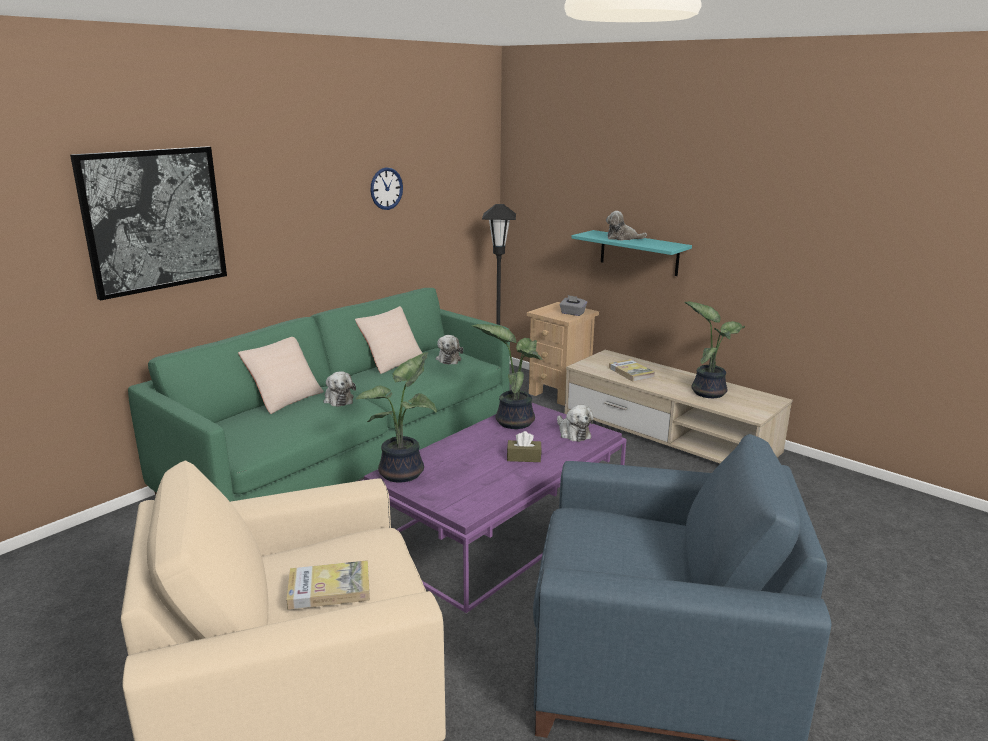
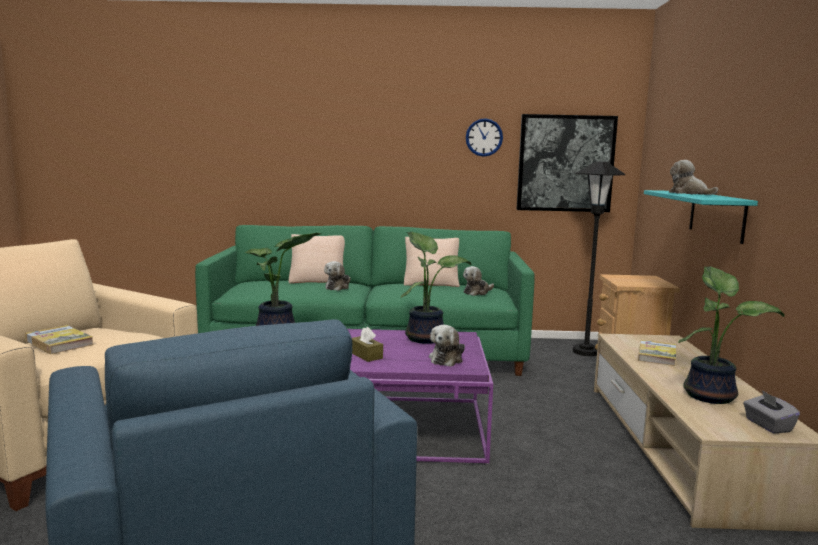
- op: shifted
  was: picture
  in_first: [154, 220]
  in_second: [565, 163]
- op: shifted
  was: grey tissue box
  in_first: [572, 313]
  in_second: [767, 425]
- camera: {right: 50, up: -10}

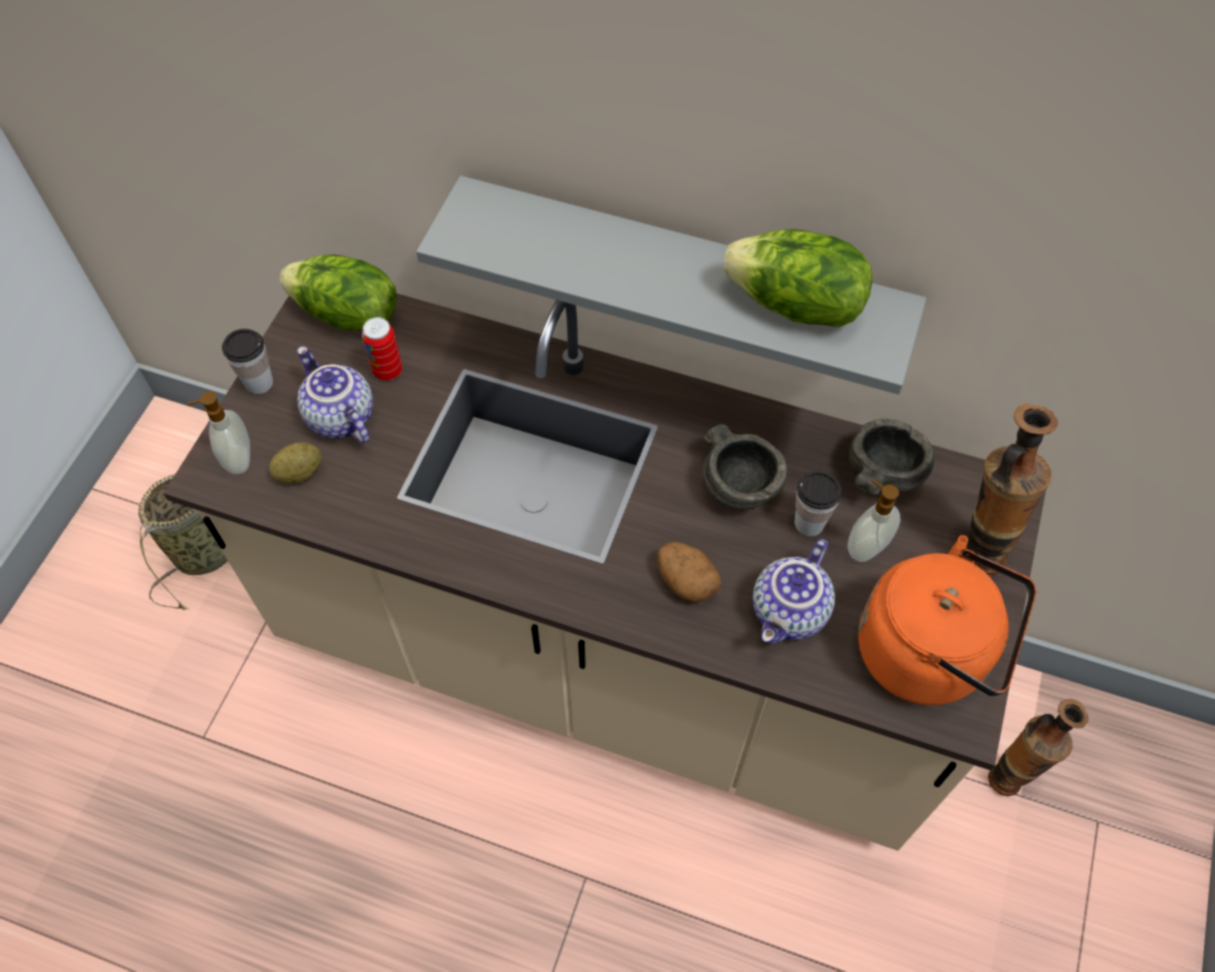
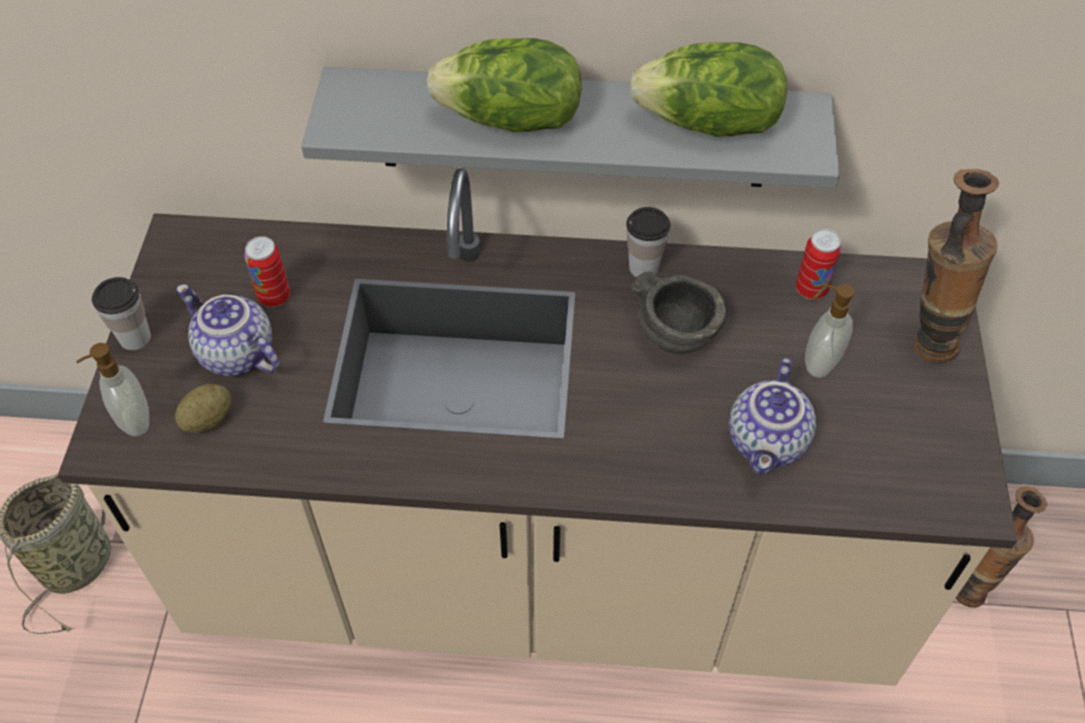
- op: shifted
  was: lettuce
  in_first: [347, 315]
  in_second: [511, 120]
- op: shifted
  was: cup
  in_first: [809, 523]
  in_second: [643, 267]
- op: swapped
  was: grey bowl
  now: can
  in_first: [882, 473]
  in_second: [811, 289]
- op: gone
  was: potato
  in_first: [686, 581]
- op: gone
  was: orange kettle
  in_first: [929, 653]
- camera: {right: -15, up: -5}

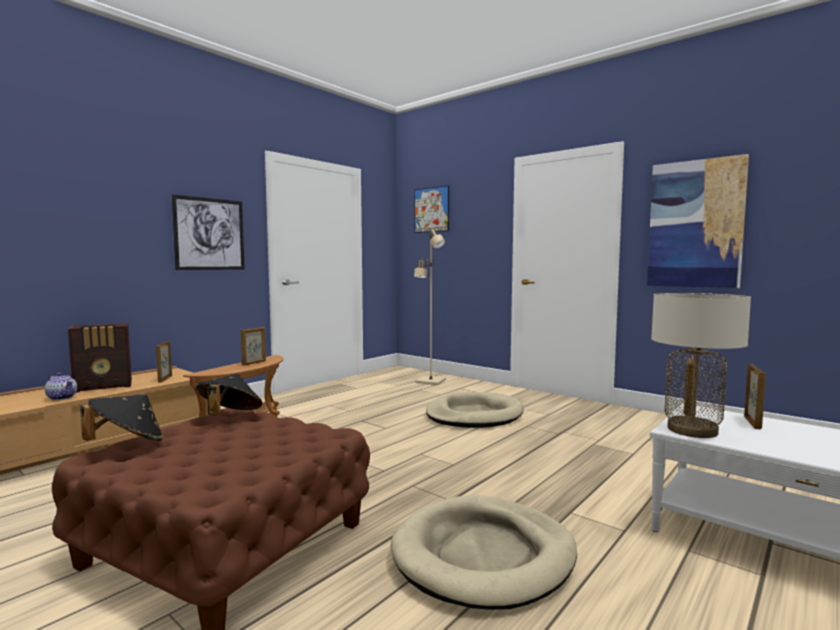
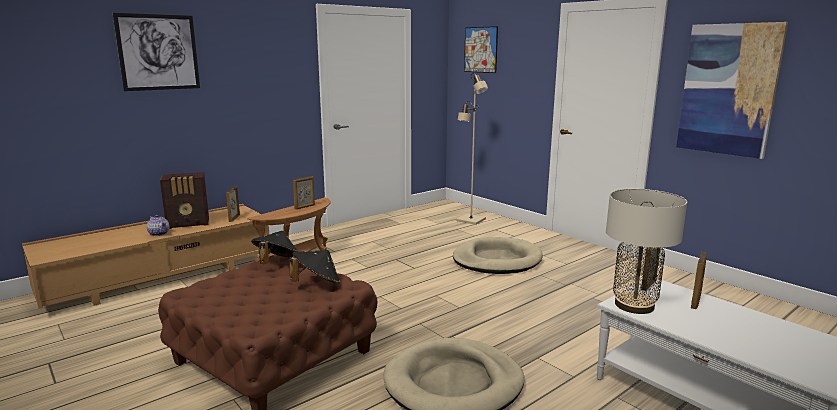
- op: shifted
  was: picture
  in_first: [209, 234]
  in_second: [158, 52]
- op: shifted
  was: black hat
  in_first: [127, 444]
  in_second: [316, 284]
- camera: {right: 10, up: 10}

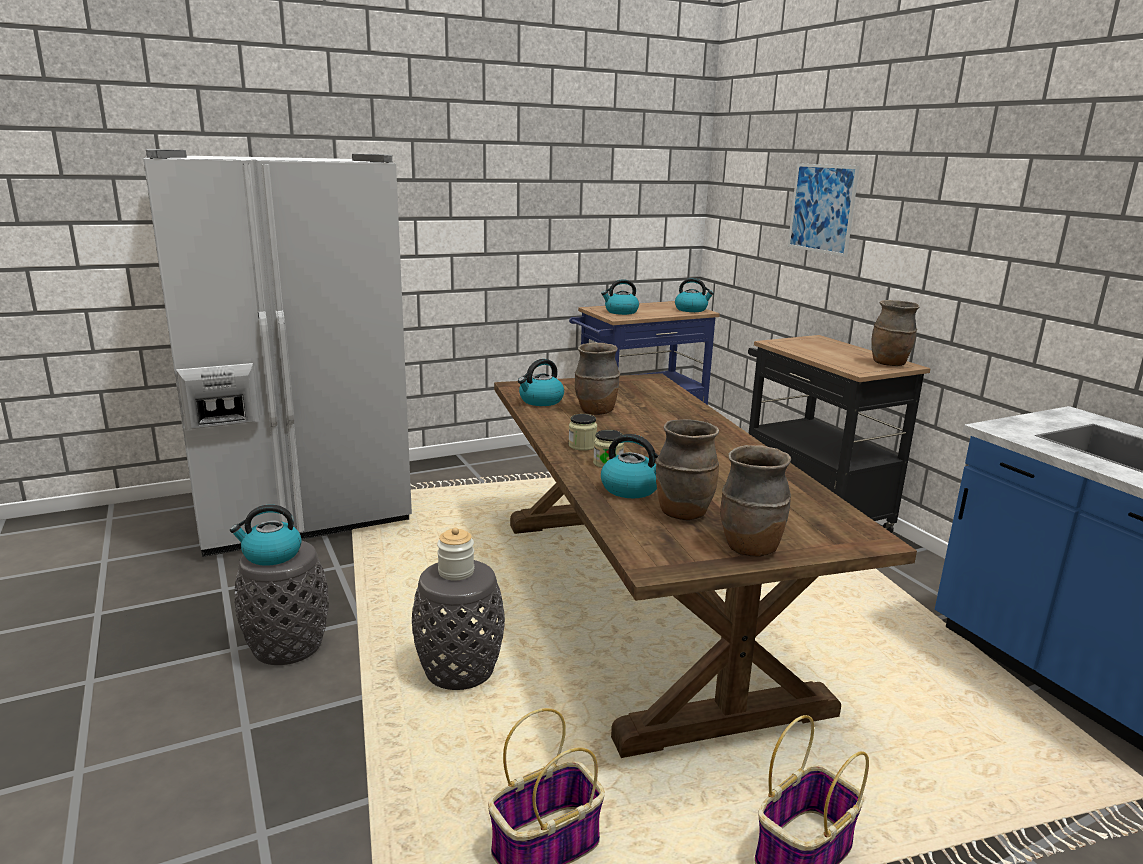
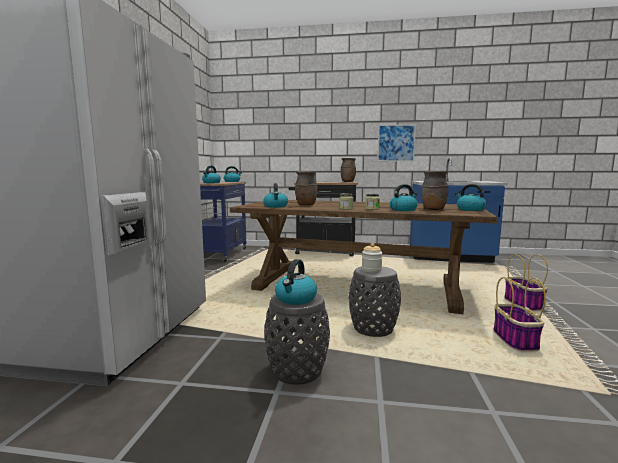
- op: shifted
  was: picture
  in_first: [822, 208]
  in_second: [396, 143]
- op: swapped
  was: brown vase
  now: kettle
  in_first: [749, 548]
  in_second: [470, 209]
- camera: {right: -55, up: -10}

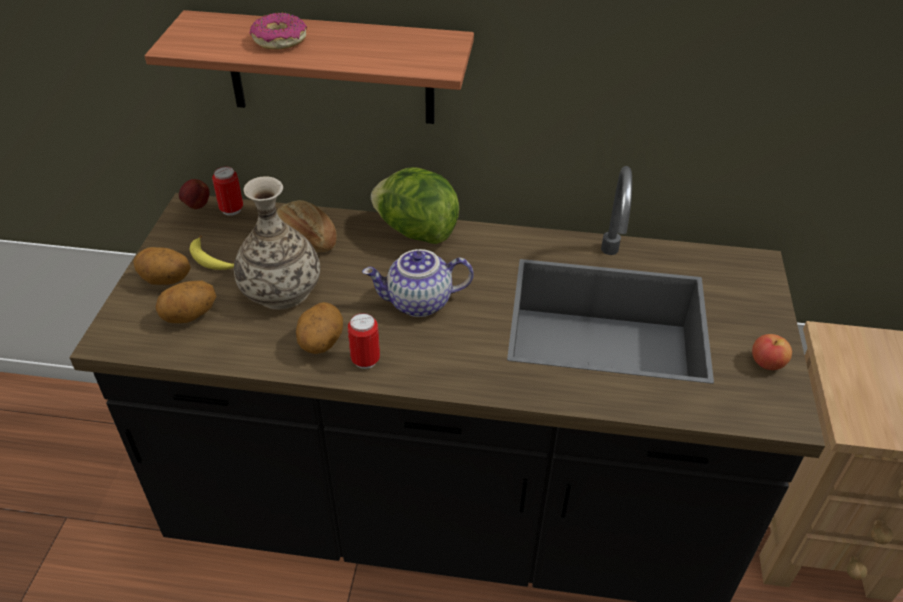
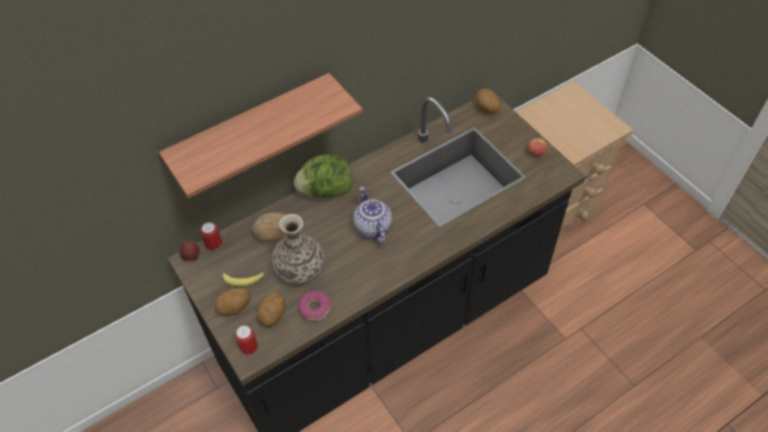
- op: shifted
  was: can
  in_first: [365, 360]
  in_second: [249, 347]
- op: shifted
  was: donut
  in_first: [279, 40]
  in_second: [314, 308]
- op: rotated
  was: teapot
  in_first: [418, 303]
  in_second: [372, 228]
  clockwise: 120
- op: shifted
  was: potato
  in_first: [321, 343]
  in_second: [486, 109]
- camera: {right: -40, up: 10}

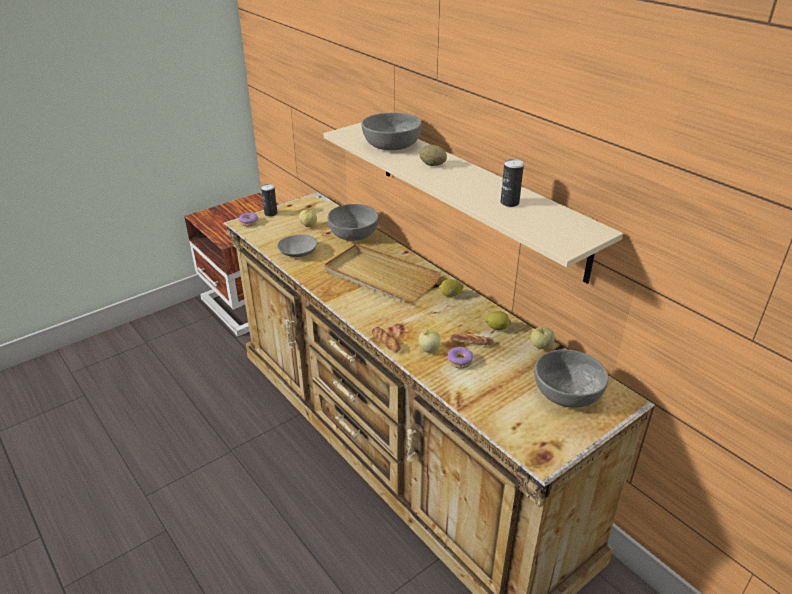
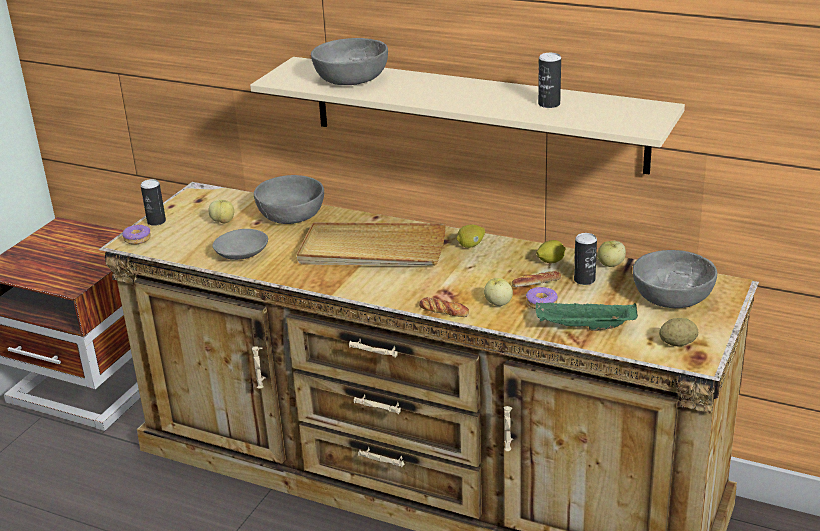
- op: new
  now: green tray
  in_second: [584, 328]
- op: new
  now: can
  in_second: [584, 280]
- op: shifted
  was: potato
  in_first: [432, 165]
  in_second: [677, 343]
- camera: {right: -25, up: -5}

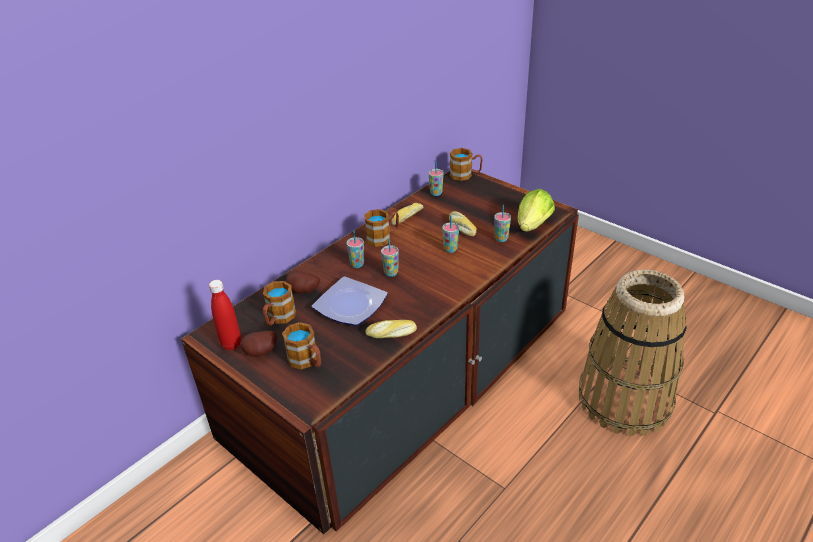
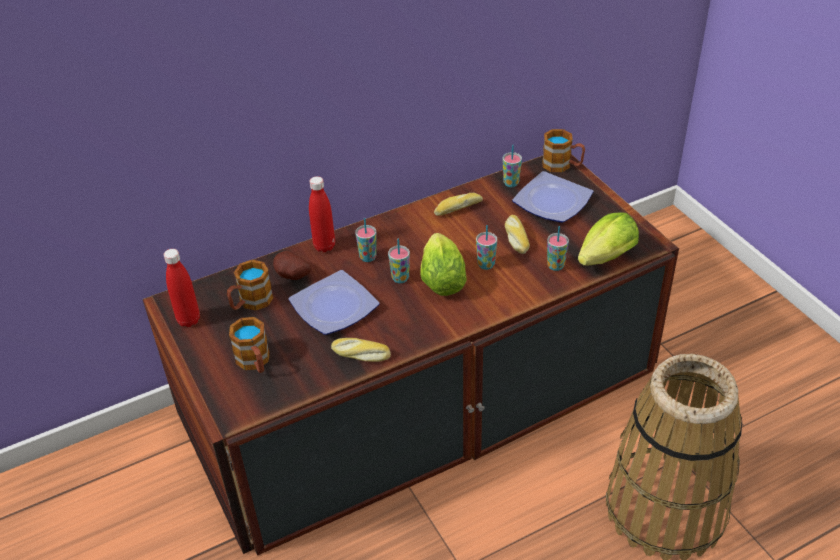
- op: new
  now: red bottle
  in_second: [324, 246]
- op: new
  now: lettuce
  in_second: [441, 278]
- op: new
  now: plate
  in_second: [554, 202]
- op: gone
  was: potato
  in_first: [262, 353]
- op: gone
  was: mug
  in_first: [383, 237]
- camera: {right: 20, up: 5}

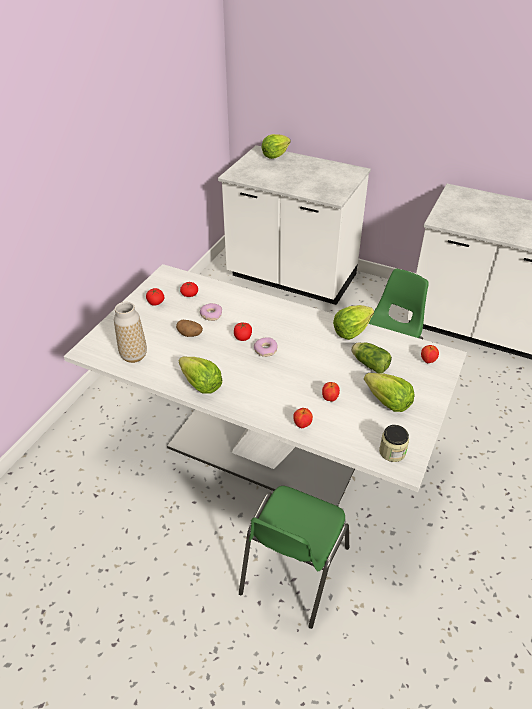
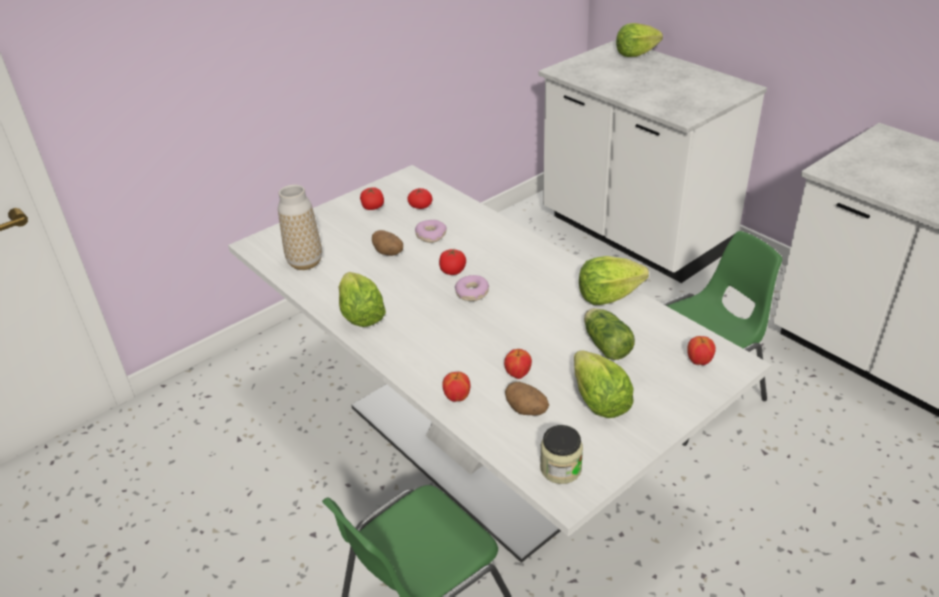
- op: new
  now: potato
  in_second: [527, 410]
- camera: {right: 25, up: -5}

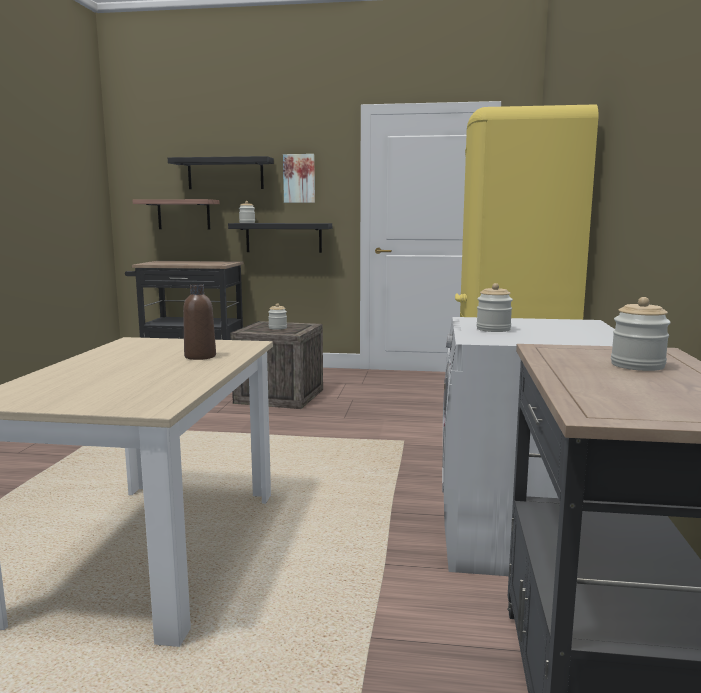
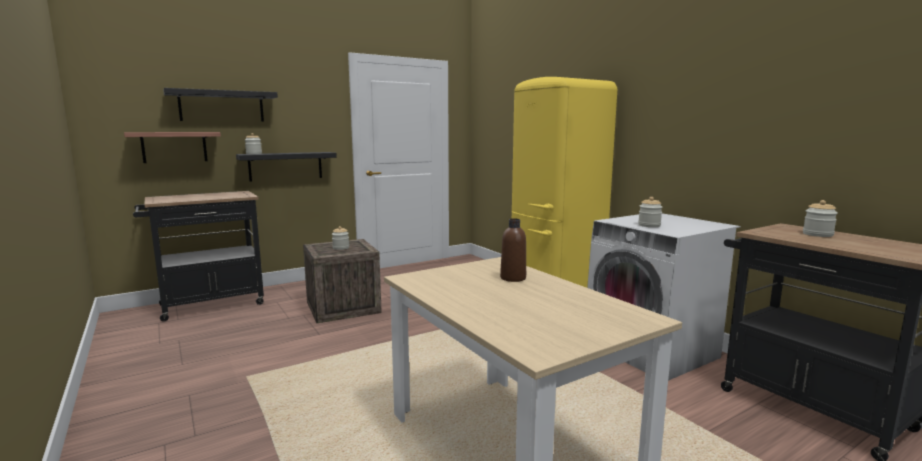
- op: gone
  was: picture
  in_first: [299, 178]
- camera: {right: -40, up: 0}

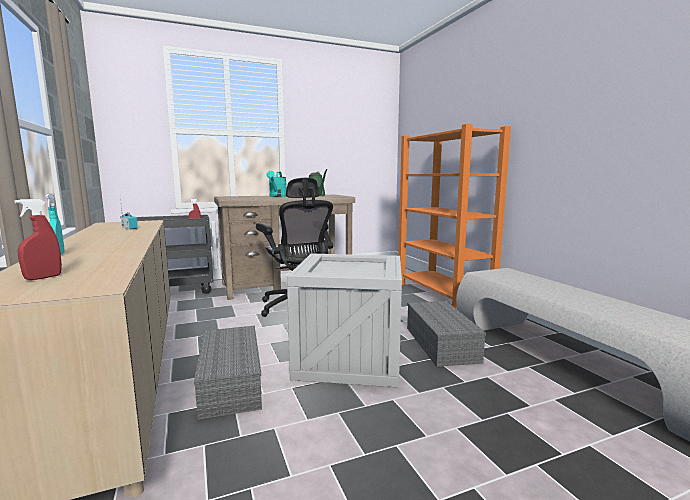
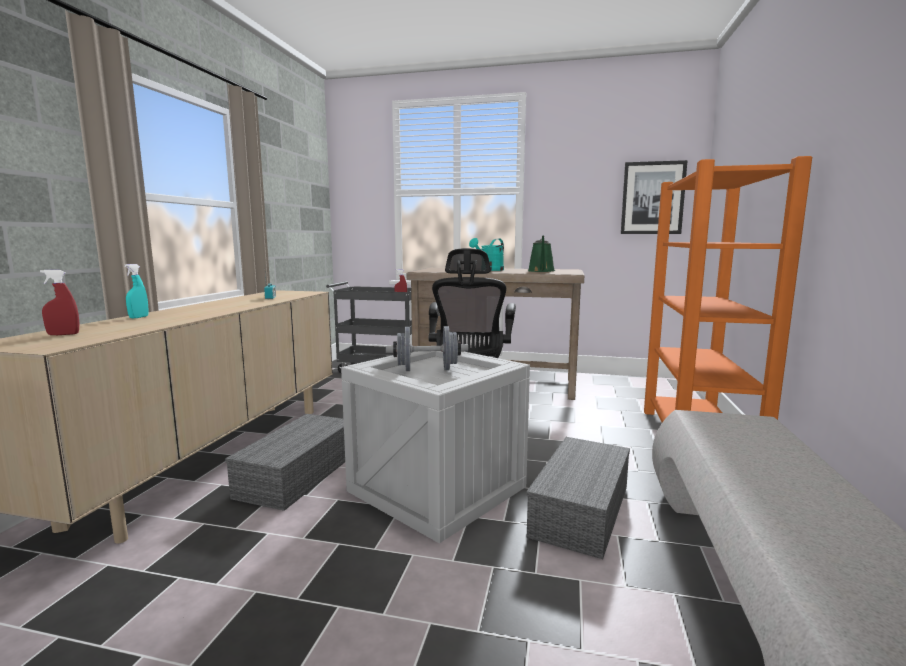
- op: new
  now: grey dumbbell
  in_second: [427, 370]
- op: new
  now: picture
  in_second: [652, 198]
- camera: {right: 35, up: 0}

